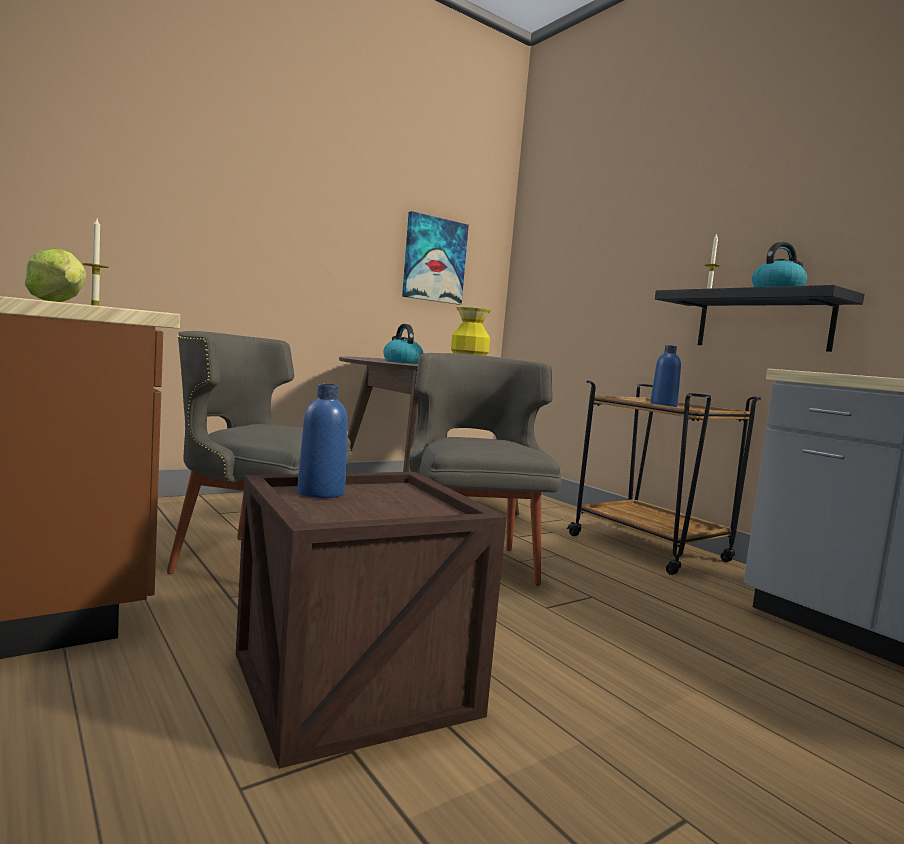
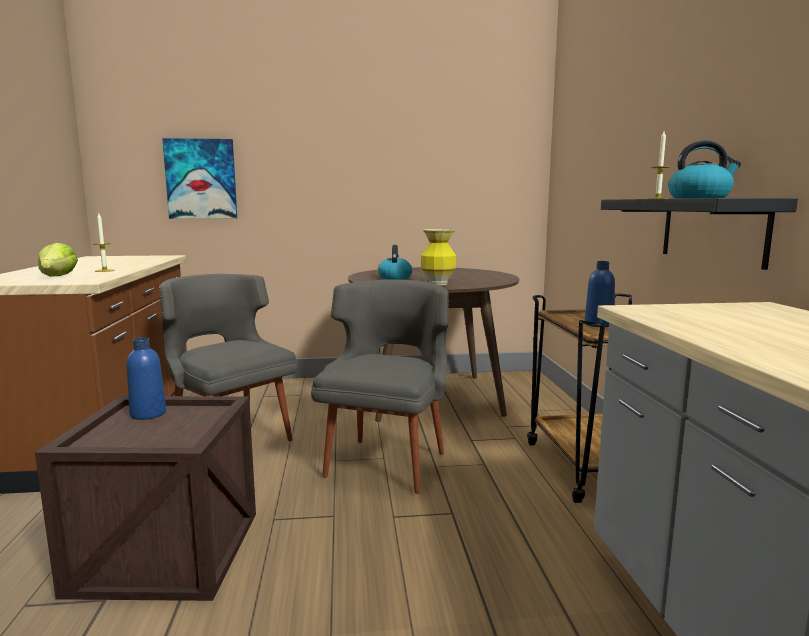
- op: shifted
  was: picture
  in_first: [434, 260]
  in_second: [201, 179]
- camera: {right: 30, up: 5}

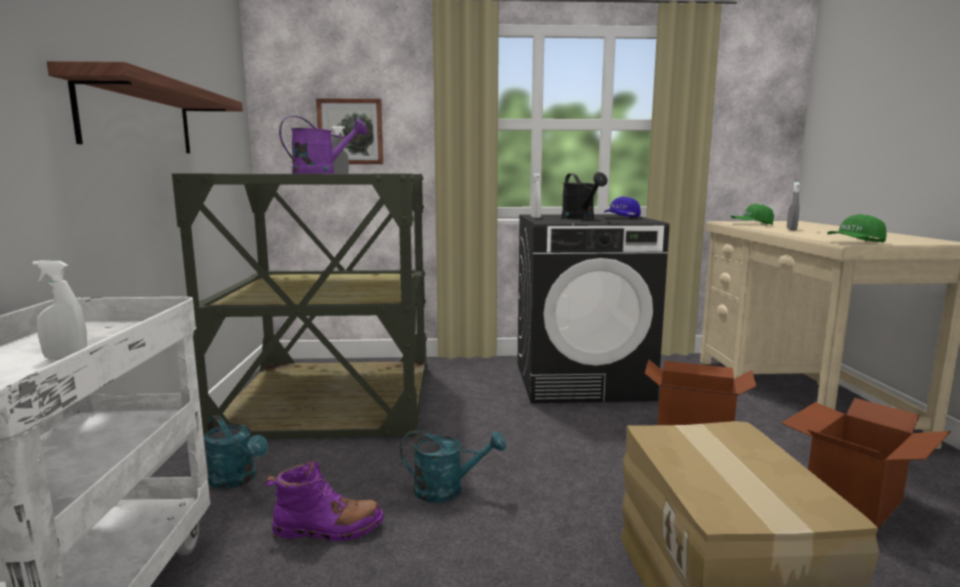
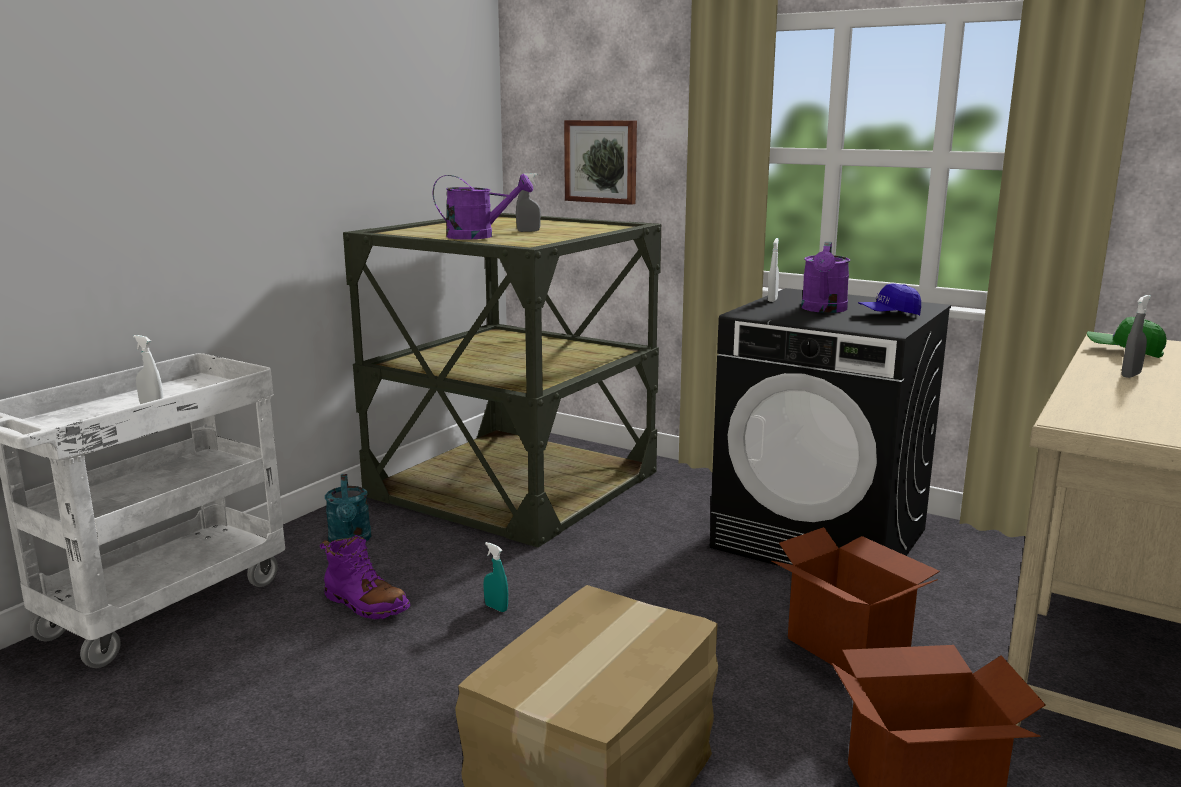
- op: swapped
  was: turquoise watering can
  now: turquoise spray bottle
  in_first: [447, 490]
  in_second: [496, 608]
- op: repainted
  was: black watering can
  now: purple watering can
  in_first: [581, 218]
  in_second: [824, 310]
- op: gone
  was: shelf
  in_first: [138, 118]
- op: gone
  was: green cap
  in_first: [855, 242]
- camera: {right: 35, up: 5}

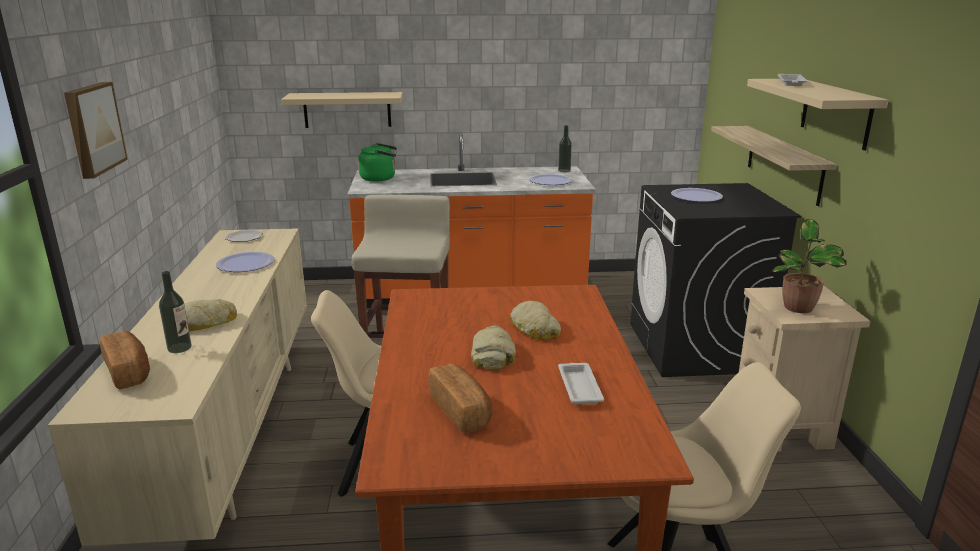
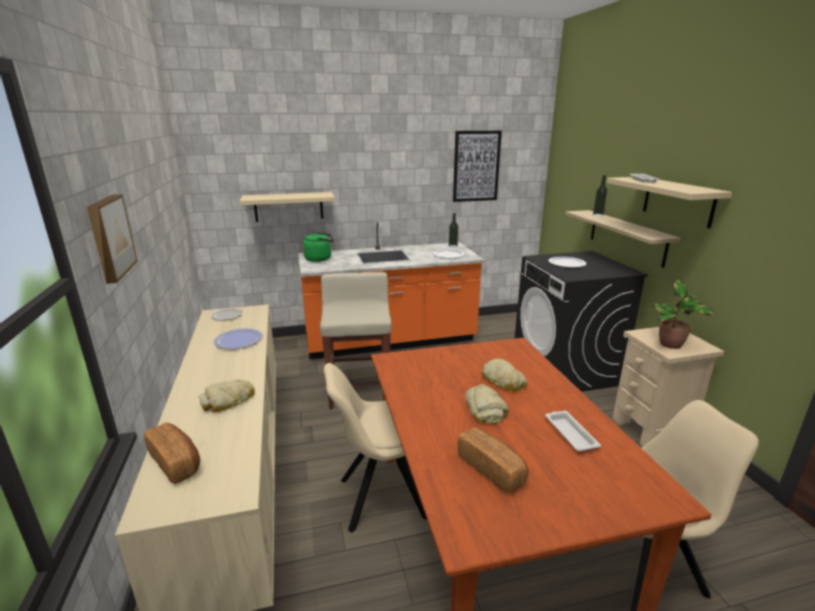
- op: new
  now: picture
  in_second: [476, 166]
- op: shifted
  was: bottle
  in_first: [179, 348]
  in_second: [598, 215]
- camera: {right: -10, up: 0}

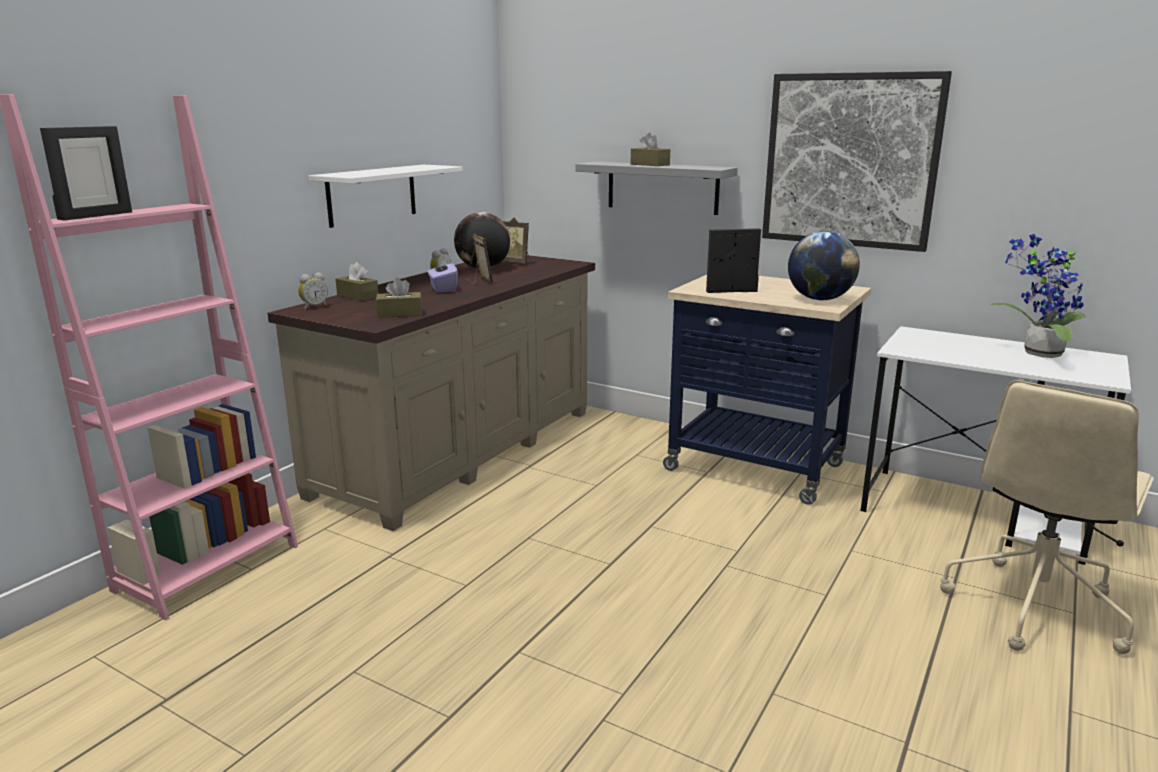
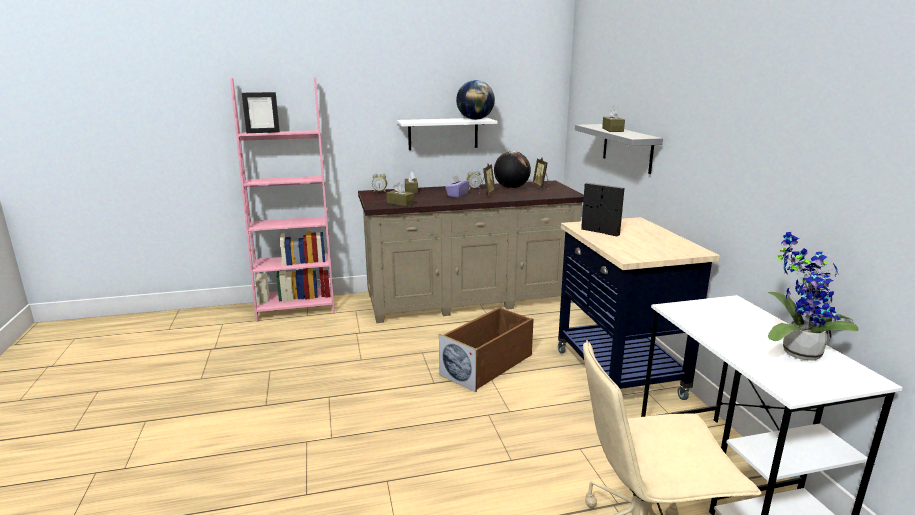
- op: new
  now: brown storage box
  in_second: [487, 364]
- op: shifted
  was: globe
  in_first: [819, 299]
  in_second: [475, 119]
- op: gone
  was: picture
  in_first: [850, 161]
- camera: {right: 45, up: 0}

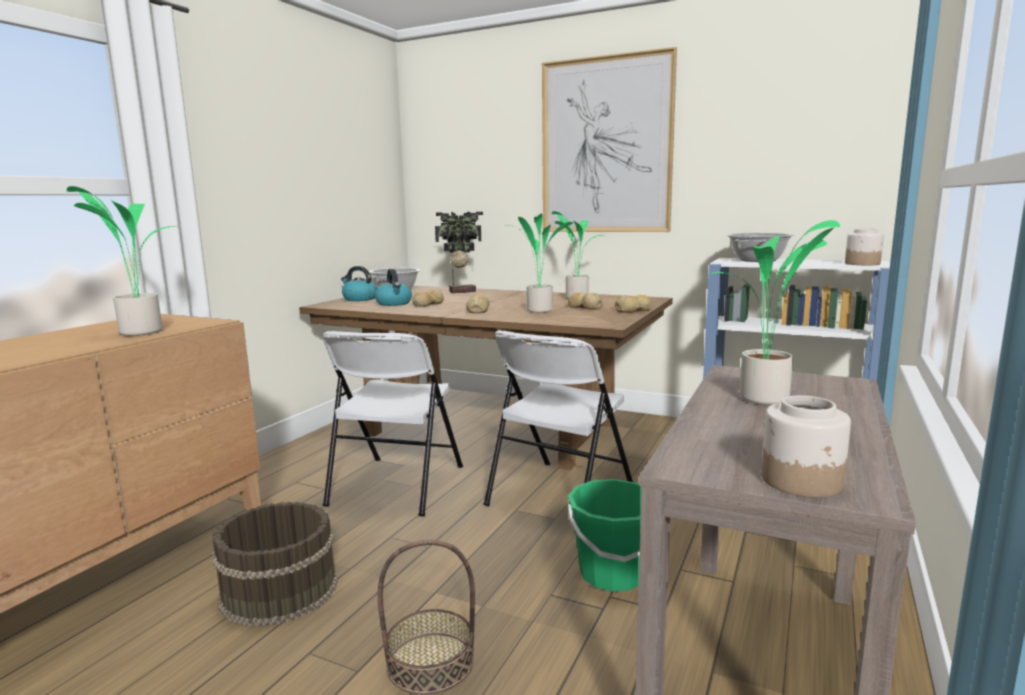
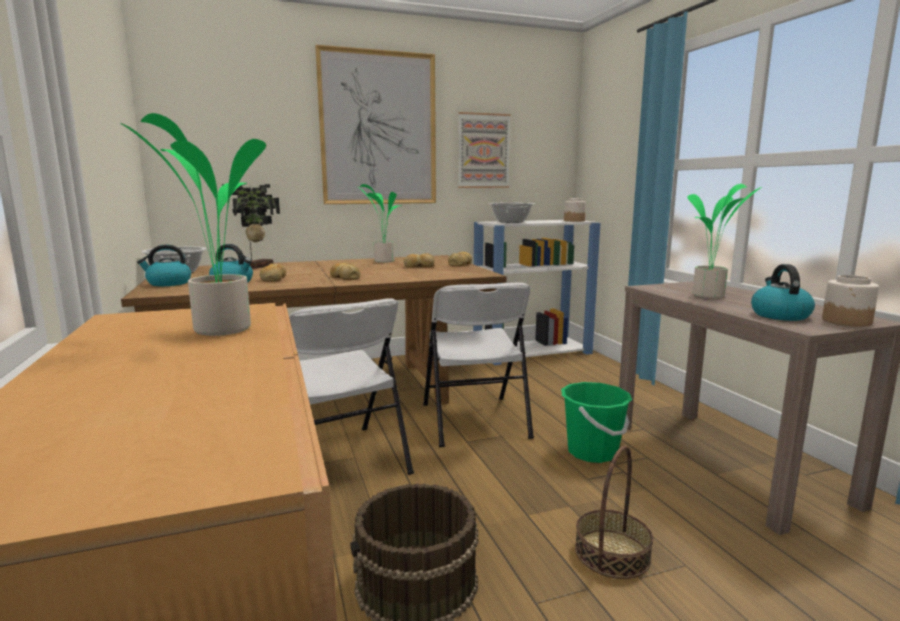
- op: new
  now: picture
  in_second: [483, 151]
- op: new
  now: kettle
  in_second: [779, 315]
- op: gone
  was: potted plant
  in_first: [538, 311]
- camera: {right: -45, up: 0}

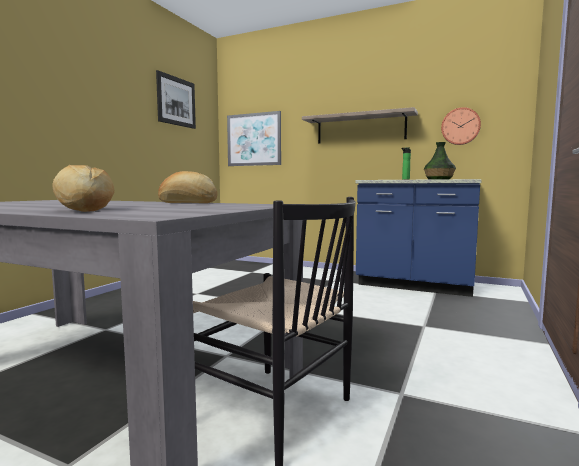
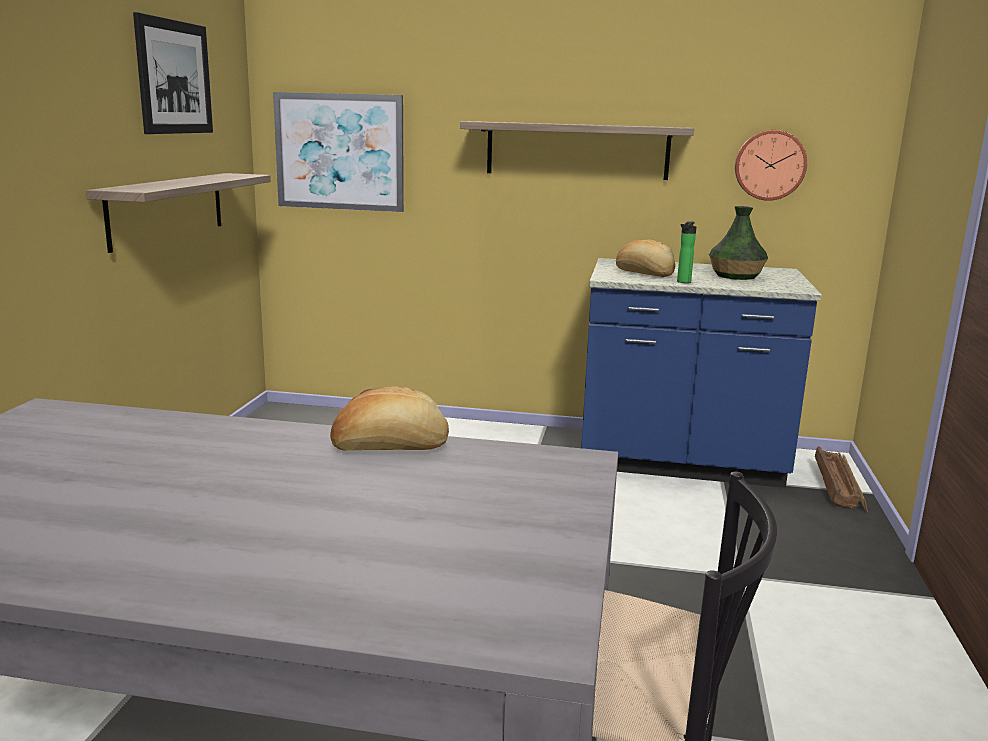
- op: new
  now: shelf
  in_second: [167, 209]
- op: shifted
  was: bread
  in_first: [83, 210]
  in_second: [644, 274]
- op: new
  now: crate
  in_second: [838, 487]
- camera: {right: -15, up: 10}

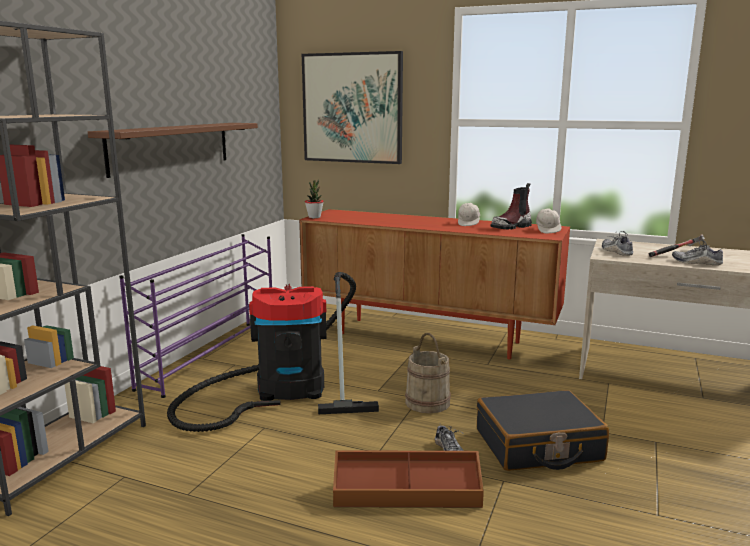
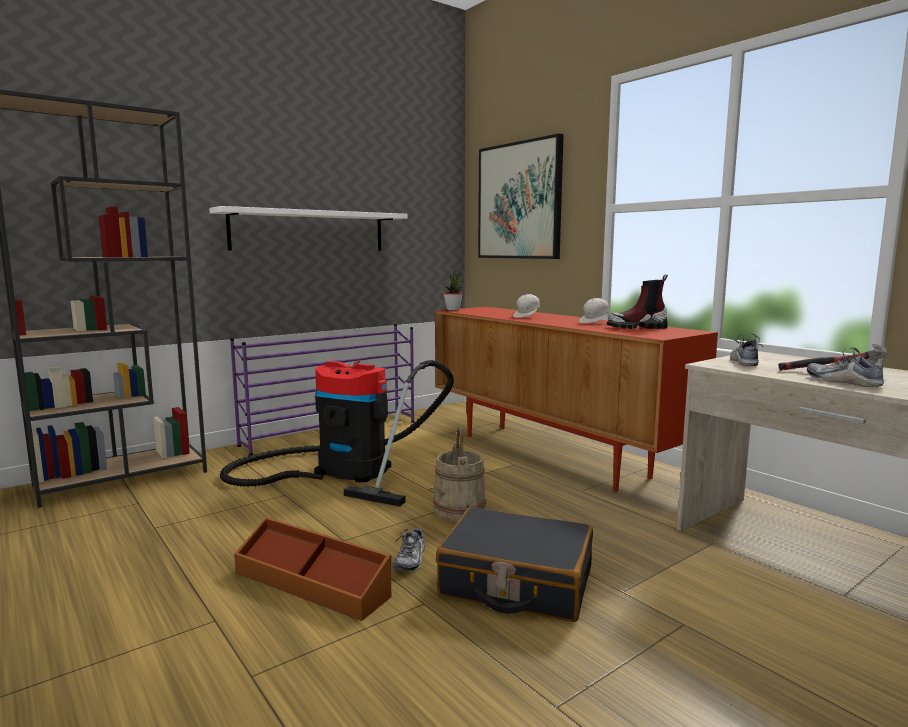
- op: repainted
  was: brown shelf
  now: white shelf
  in_first: [171, 147]
  in_second: [309, 231]
- op: shifted
  was: white cap
  in_first: [548, 230]
  in_second: [527, 316]
- camera: {right: 30, up: -5}

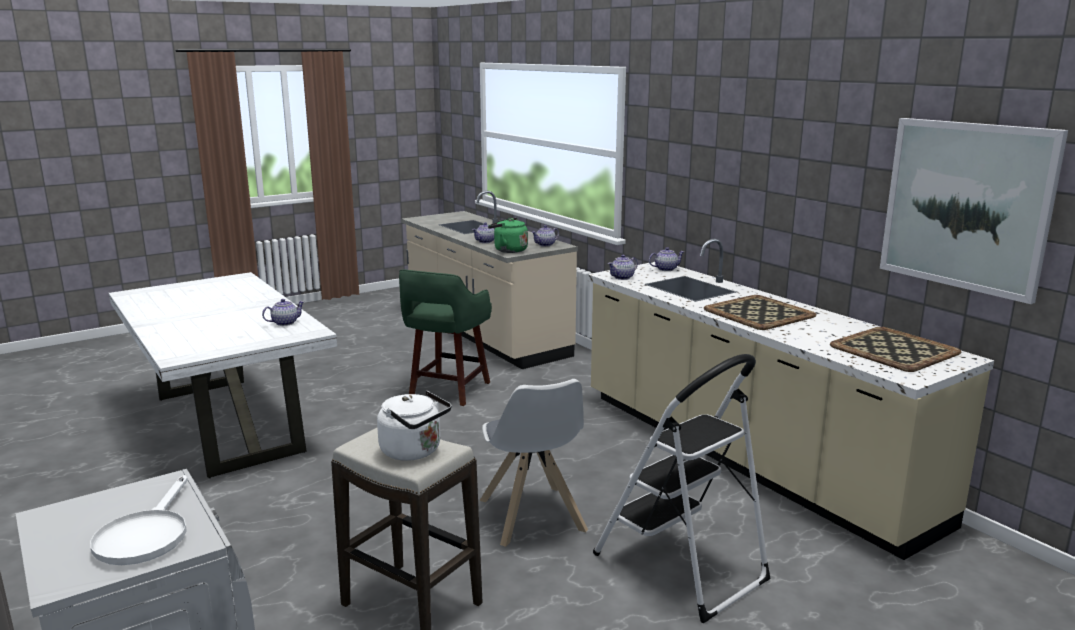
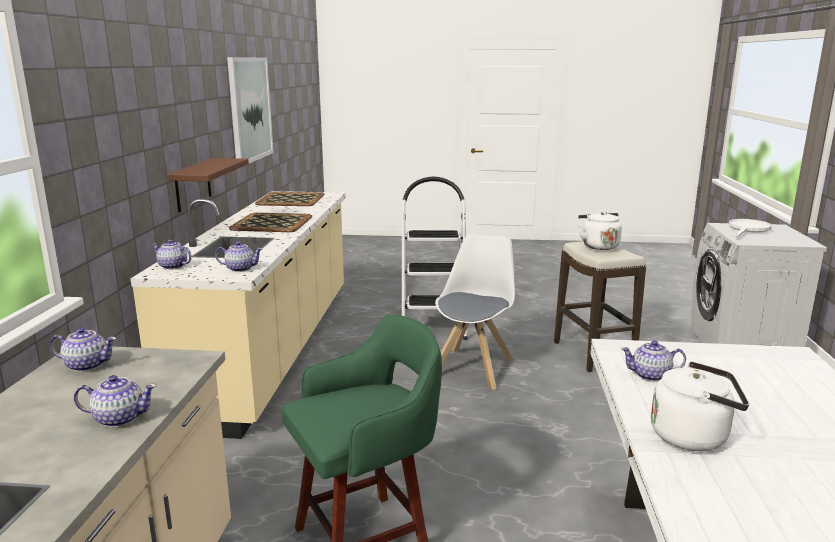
- op: new
  now: brown shelf
  in_second: [193, 184]
- op: new
  now: white kettle
  in_second: [693, 436]
- op: gone
  was: green kettle
  in_first: [508, 250]
- camera: {right: -140, up: 0}

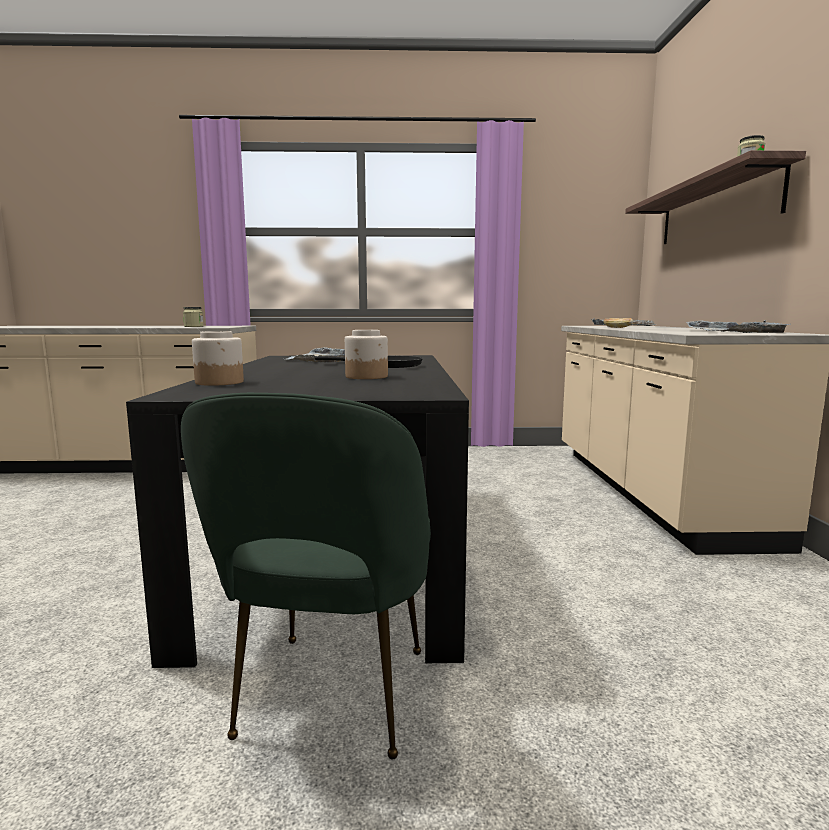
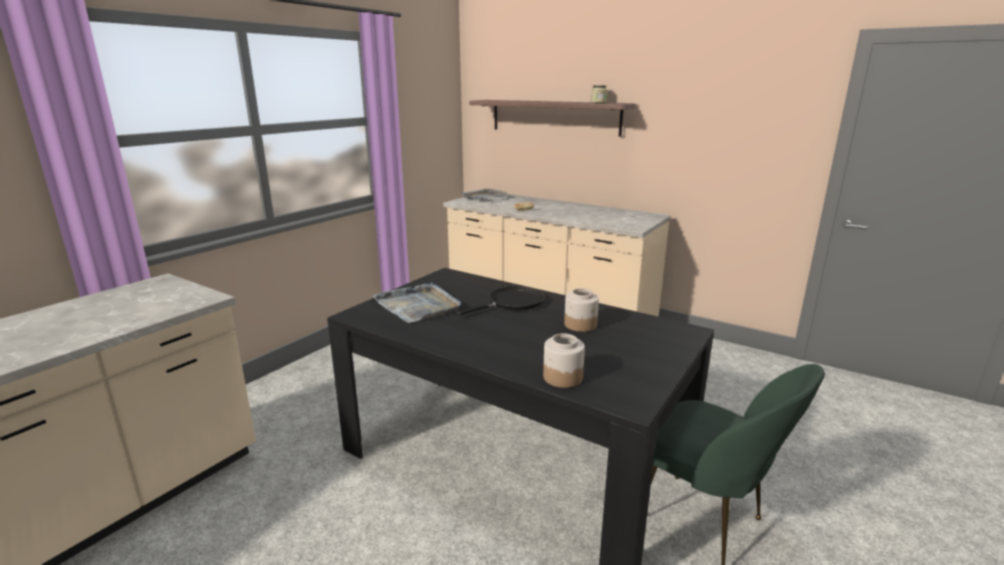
- op: gone
  was: jar
  in_first: [193, 326]
- op: gone
  was: grey tray
  in_first: [735, 331]
- camera: {right: -55, up: 10}

